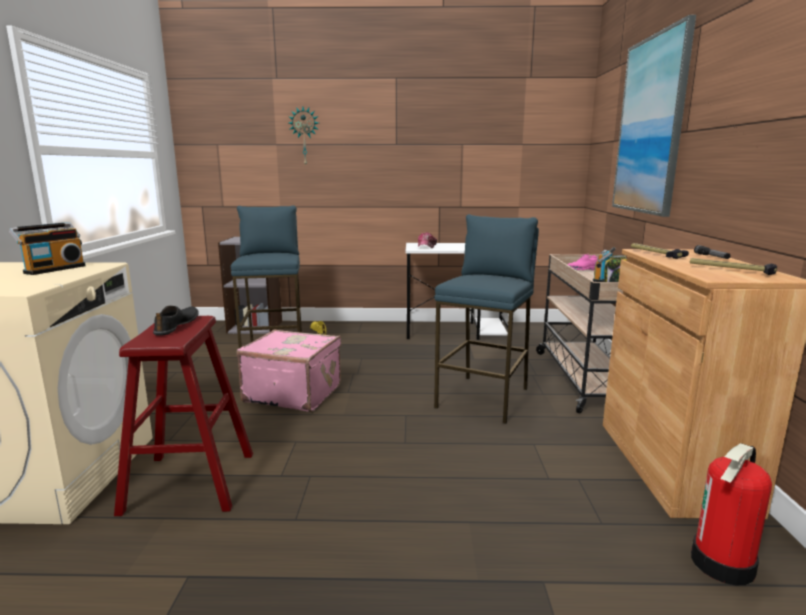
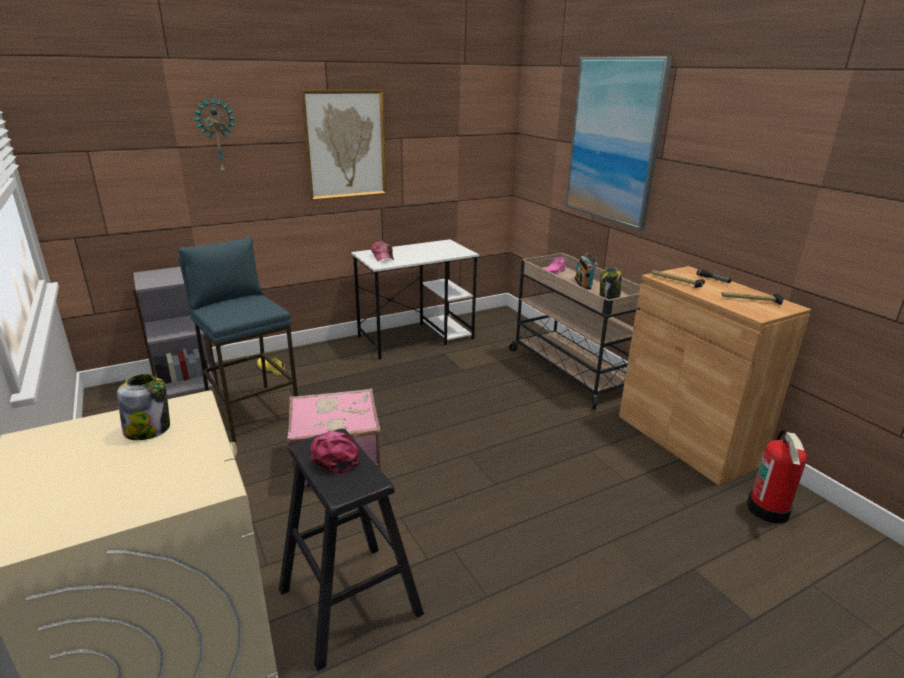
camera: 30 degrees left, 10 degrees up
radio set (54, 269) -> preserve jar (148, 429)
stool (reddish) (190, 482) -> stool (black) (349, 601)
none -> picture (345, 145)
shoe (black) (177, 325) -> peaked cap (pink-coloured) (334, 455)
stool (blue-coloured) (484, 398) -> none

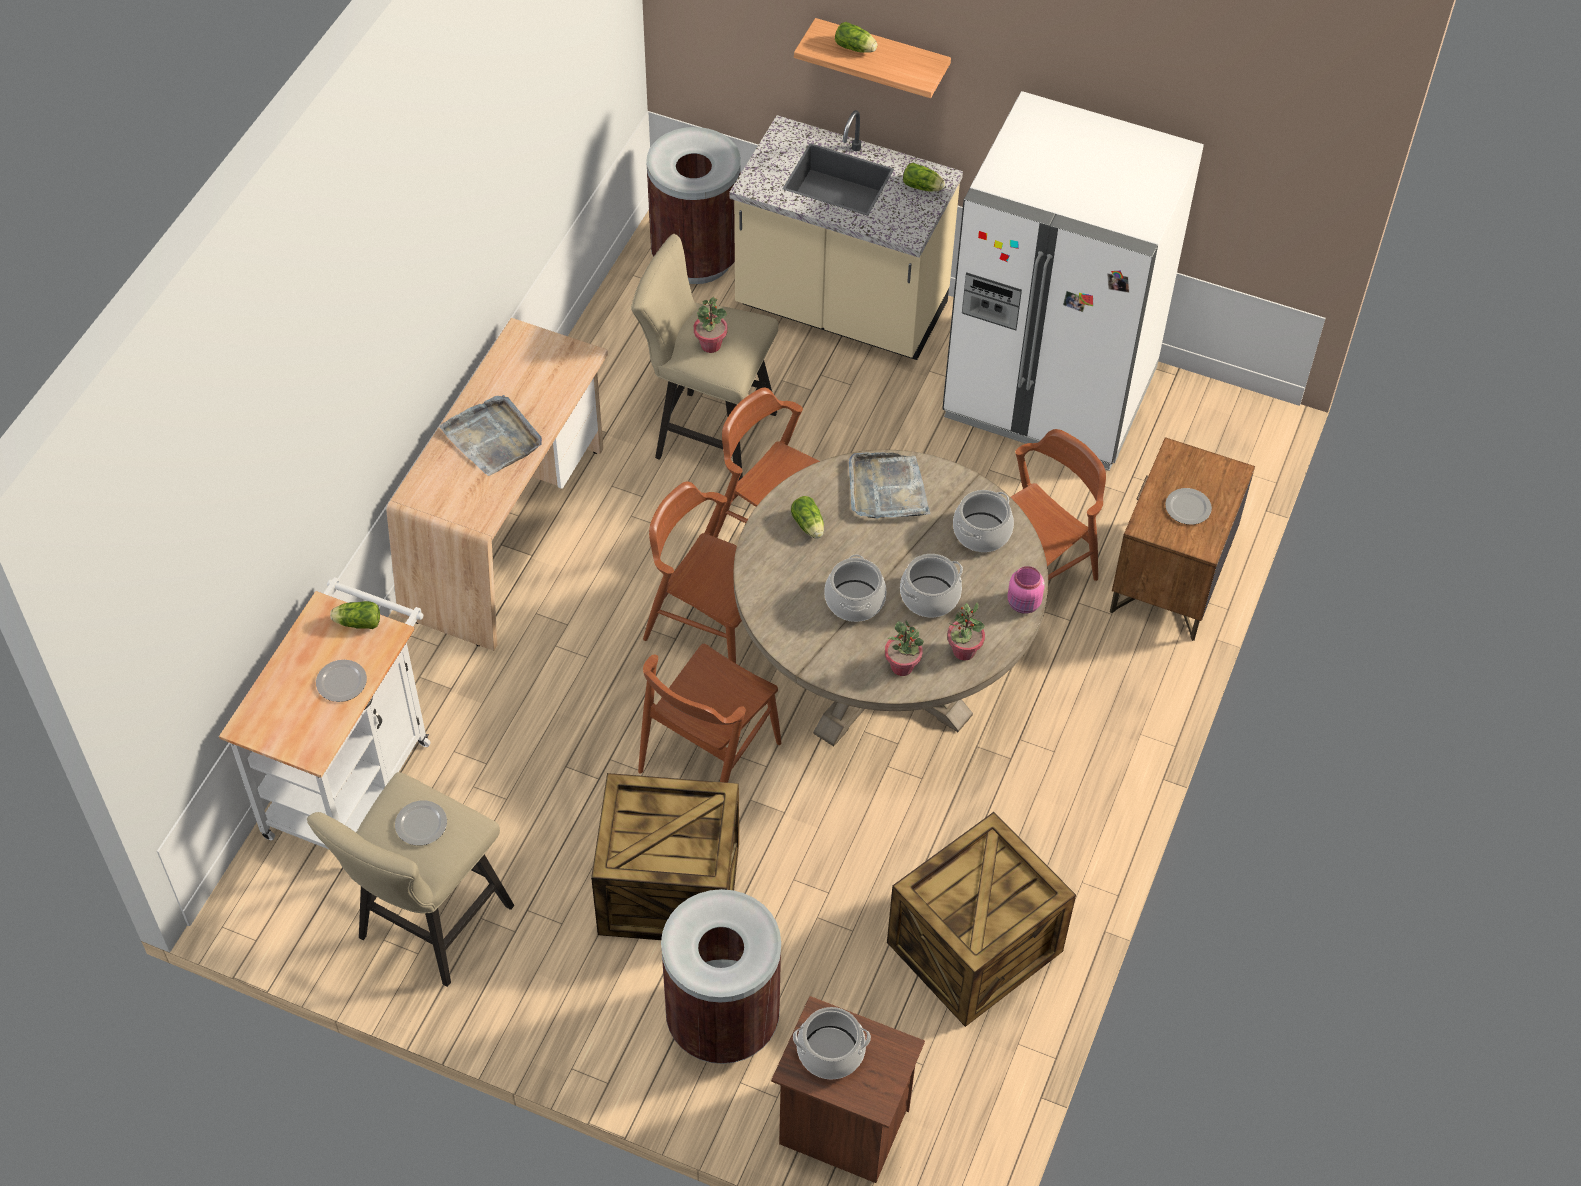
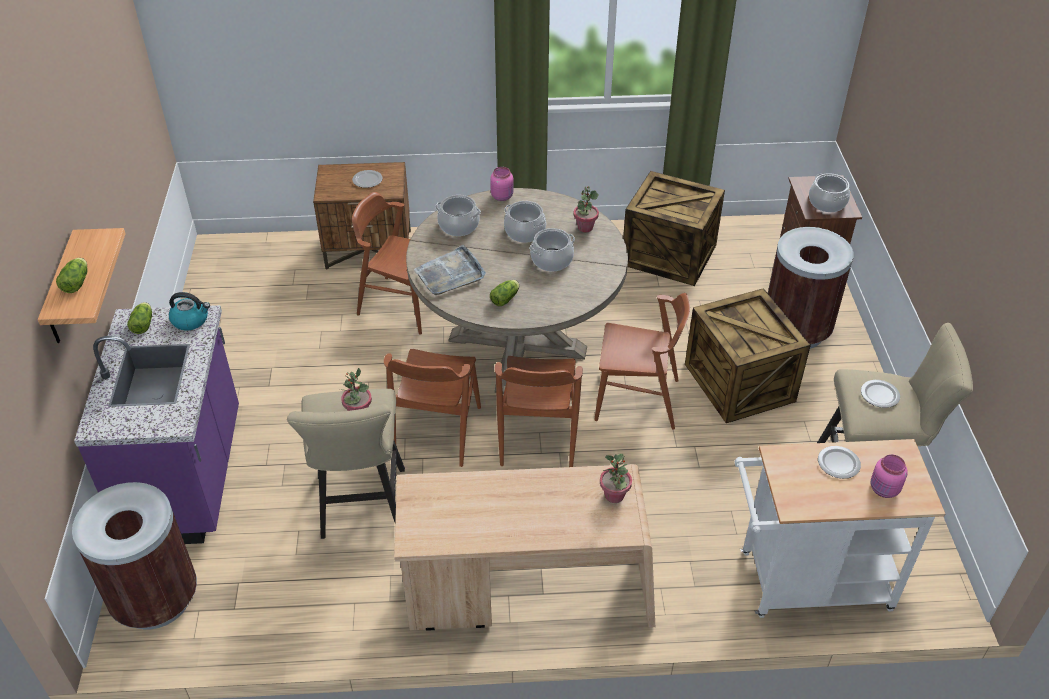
camera: 115 degrees left, 10 degrees down
counter (beige-coloured) (840, 310) -> counter (purplish) (188, 477)
none -> water kettle (191, 320)
potted plant (963, 651) -> potted plant (614, 495), moved
none -> preserve jar (pink-coloured) (884, 490)
lettuce (356, 622) -> none
carrying tray (greyish) (493, 438) -> none
kitchen fridge (white-coloured) (1050, 394) -> none

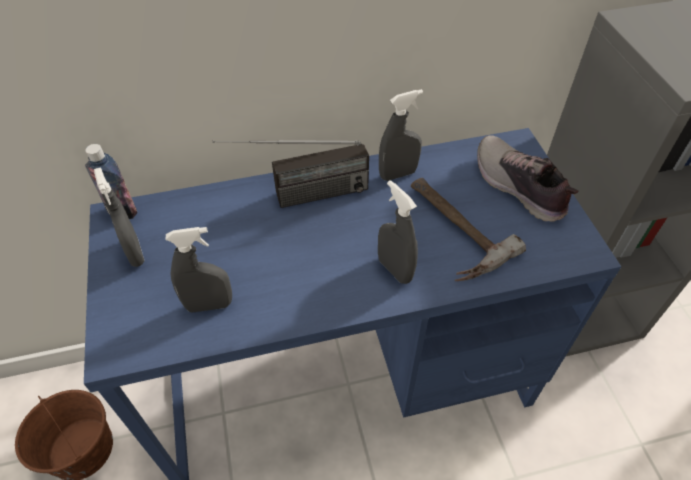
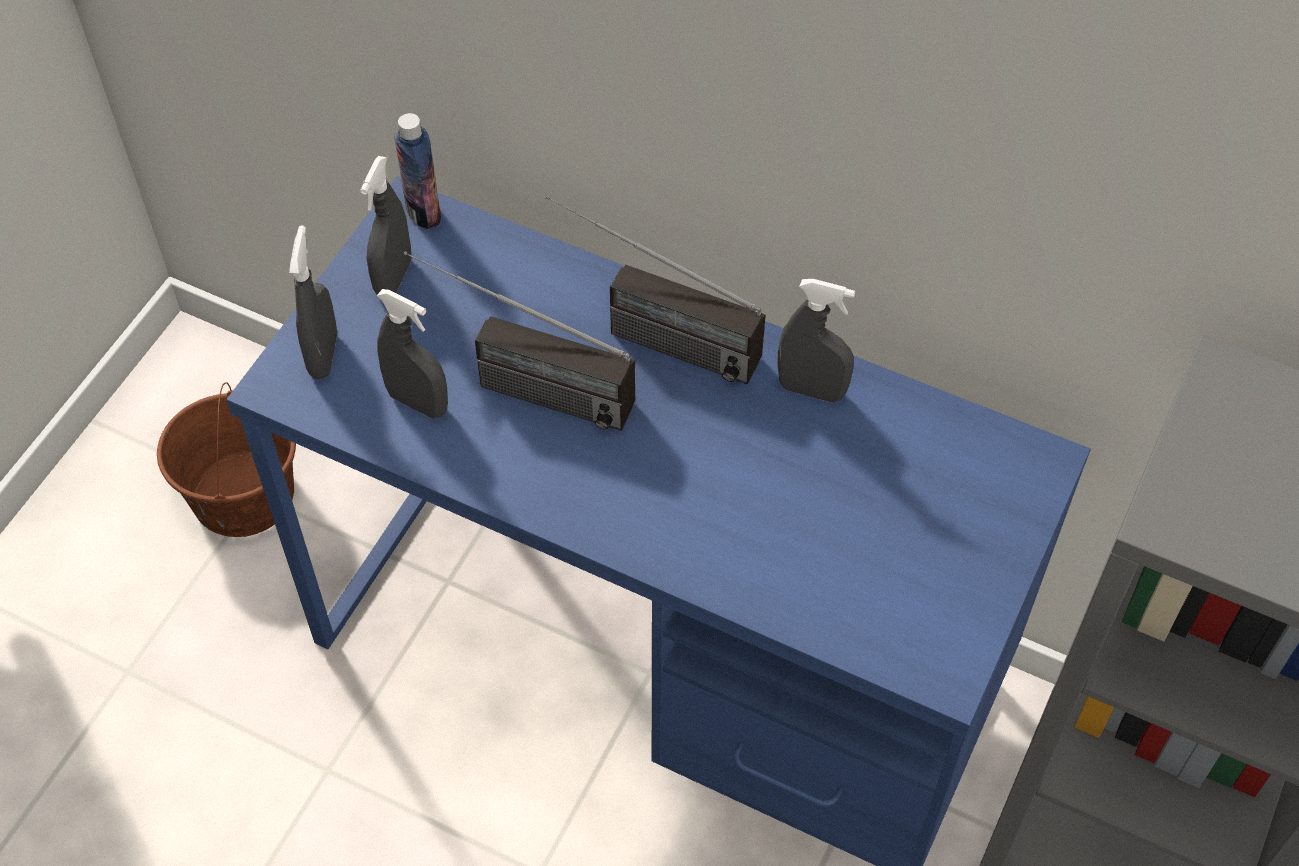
camera: 40 degrees right, 5 degrees up
hand sprayer (greyish) (394, 270) -> hand sprayer (greyish) (323, 355), moved
none -> radio set (517, 386)
hand hammer (449, 231) -> none
shoe (518, 188) -> none

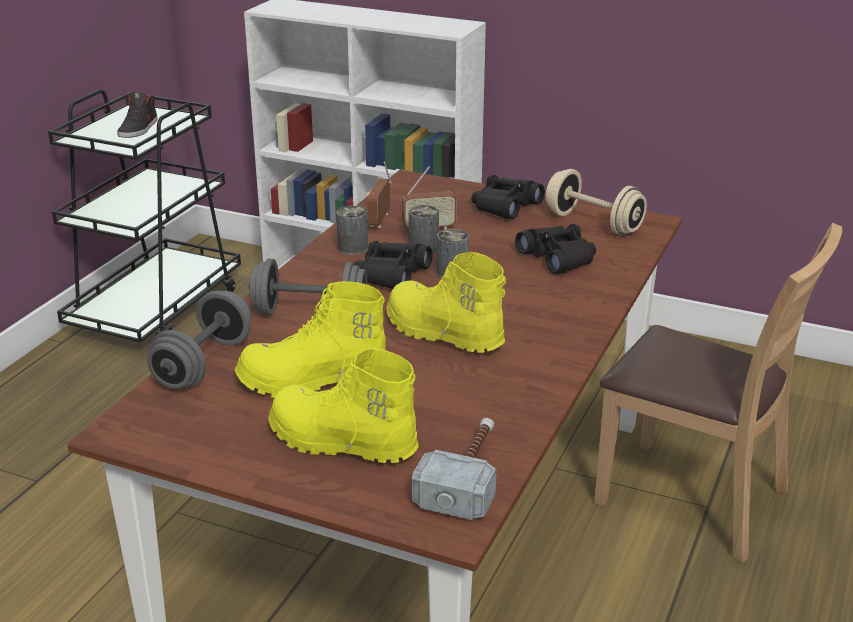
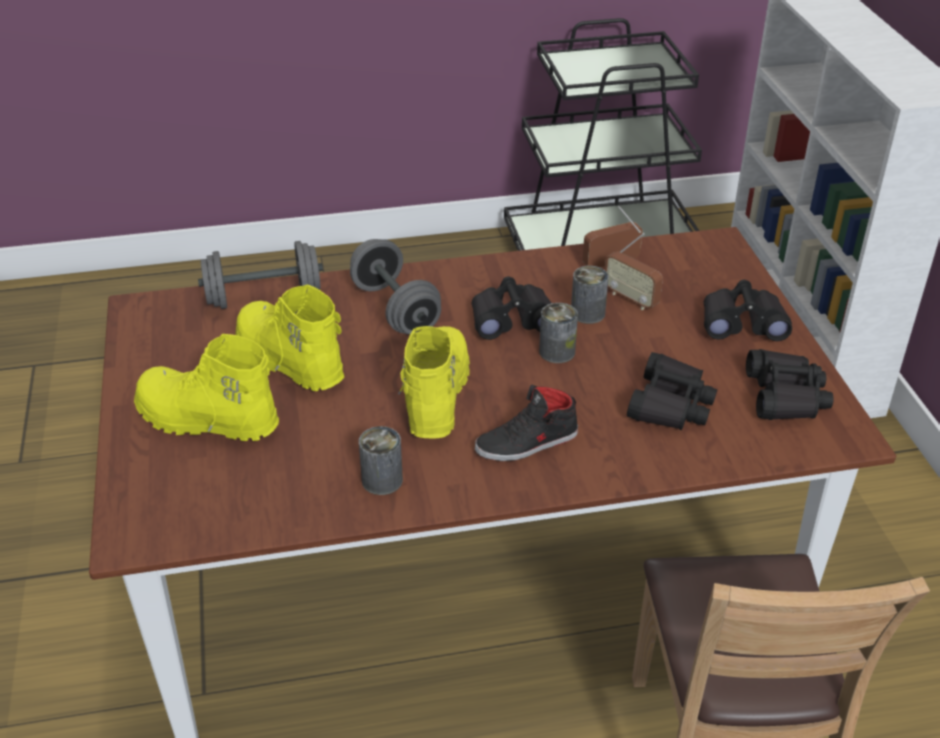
camera: 55 degrees right, 10 degrees up
tall boot (yellow-coloured) (341, 443) -> tall boot (yellow-coloured) (206, 421), 60 degrees counterclockwise
can (352, 248) -> can (382, 480), moved
shoe (black) (139, 129) -> shoe (black) (527, 443), moved
free weight (beige-coloured) (593, 223) -> field glasses (black) (785, 396)
hand hammer (467, 477) -> none

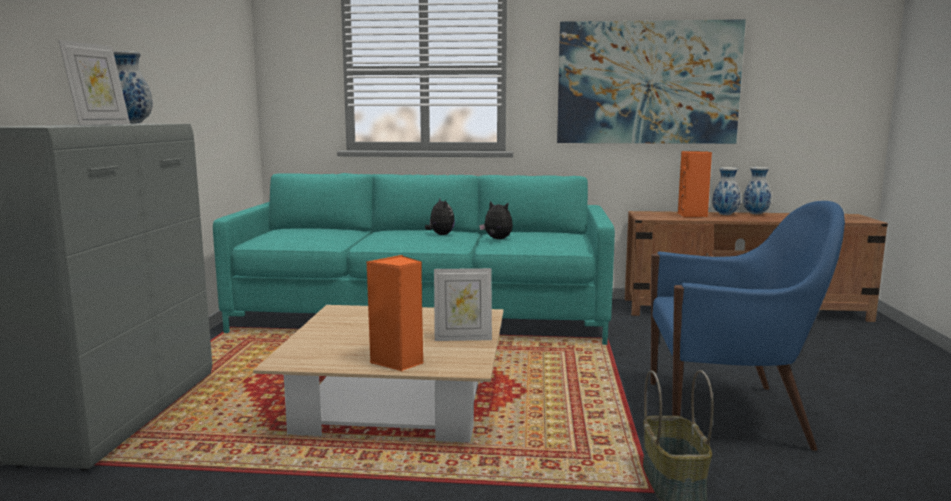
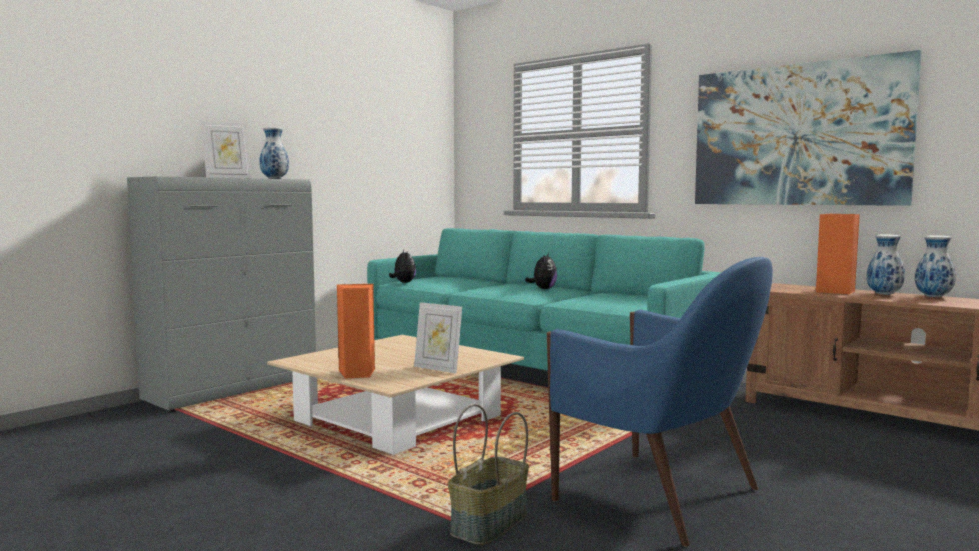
camera: 35 degrees right, 5 degrees down
plush toy (497, 239) -> plush toy (403, 282), moved

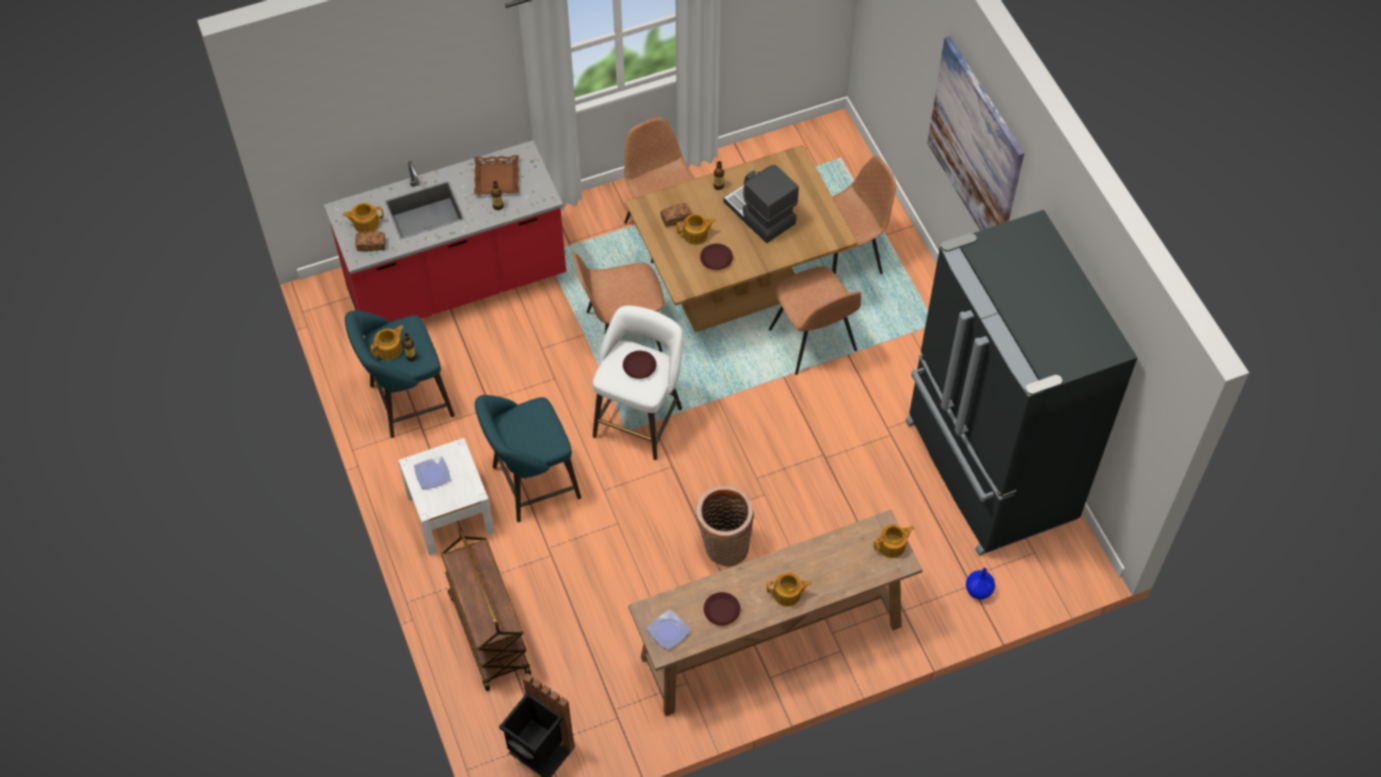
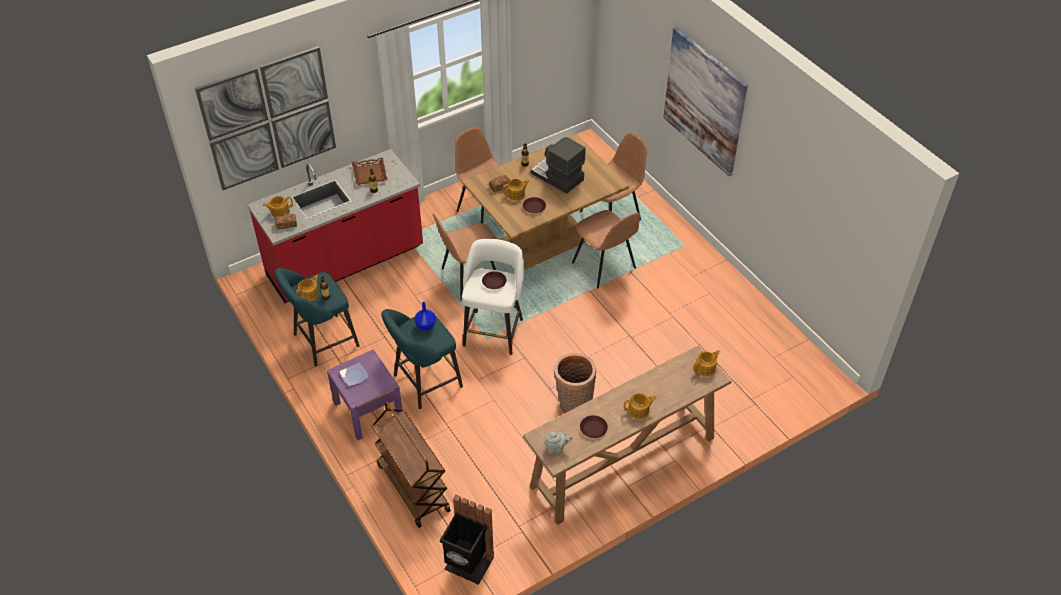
camera: 10 degrees left, 10 degrees down
none -> picture (269, 118)
bedside table (white-coloured) (450, 513) -> bedside table (purplish) (368, 410)
flower vase (blue-coloured) (979, 591) -> flower vase (blue-coloured) (426, 326), moved
flat dish (667, 631) -> pot for tea (greyish) (556, 448)
kitchen fridge (black) (987, 471) -> none

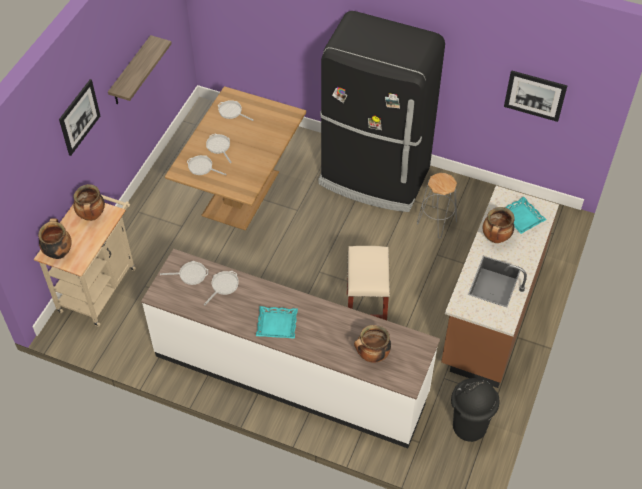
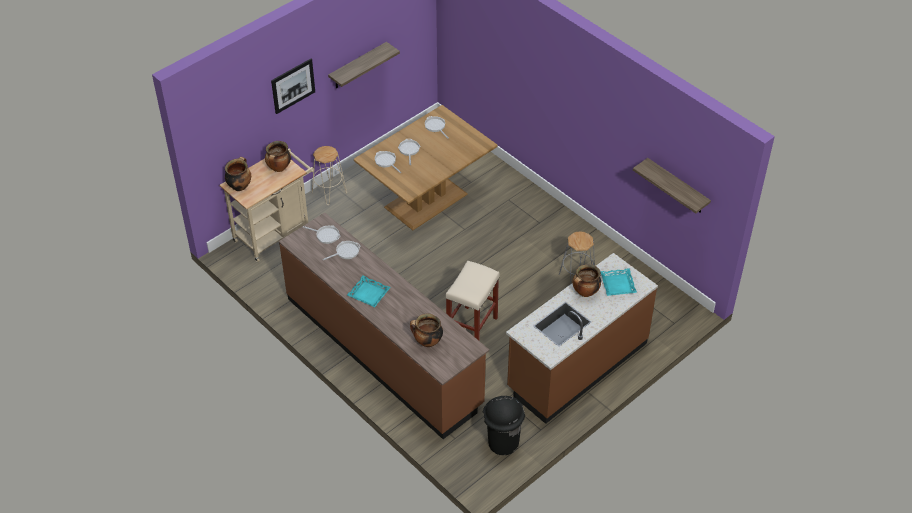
camera: 25 degrees right, 5 degrees down
counter (white-coloured) (291, 374) -> counter (brown) (383, 351)
none -> stool (beige-coloured) (329, 193)
picture (535, 95) -> shelf (677, 187)
kitchen fridge (black) (374, 177) -> none

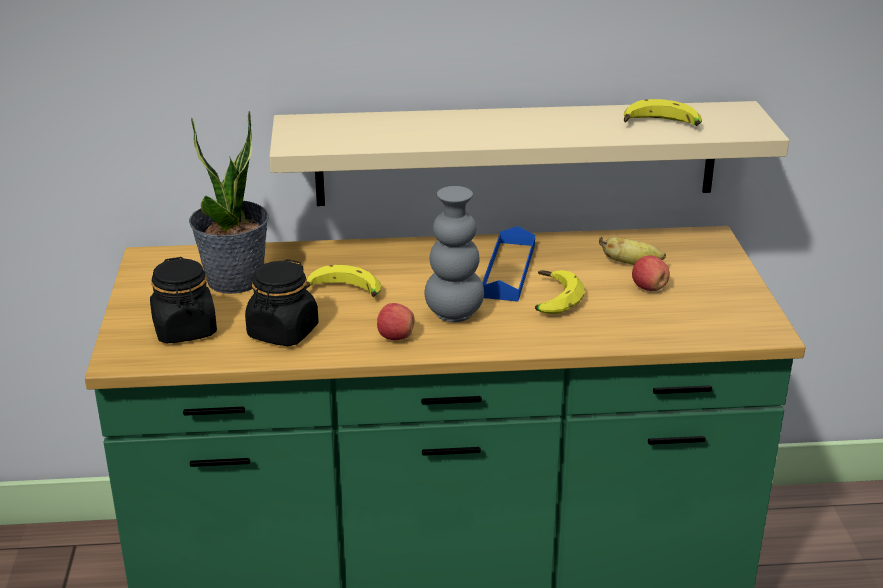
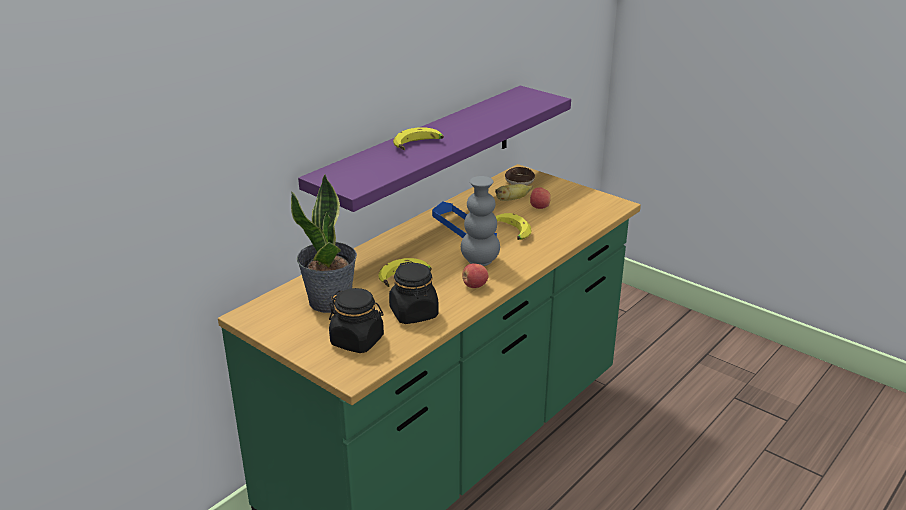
camera: 45 degrees left, 0 degrees up
shelf (beige-coloured) (517, 153) -> shelf (purplish) (423, 156)
banana (661, 126) -> banana (418, 146), moved
none -> doughnut (519, 181)

